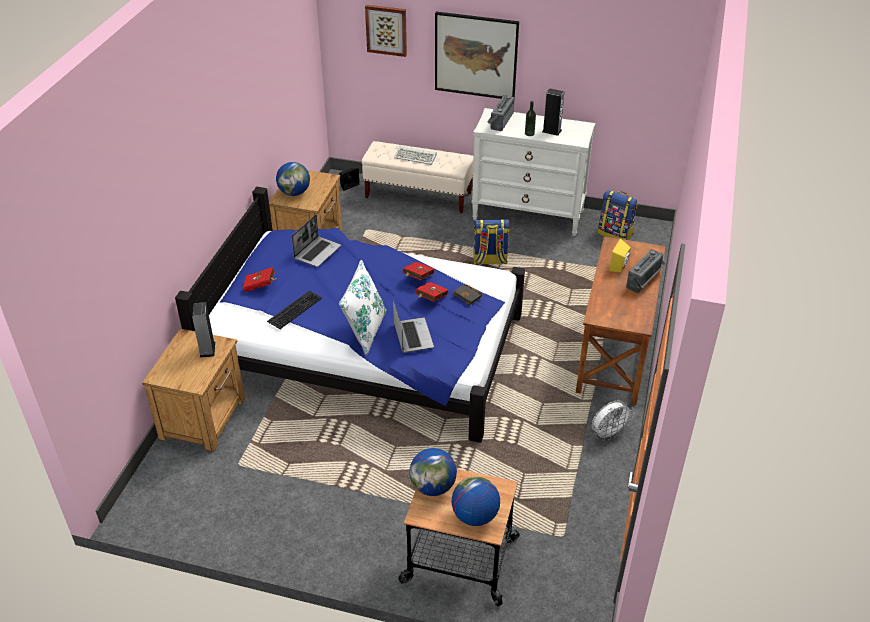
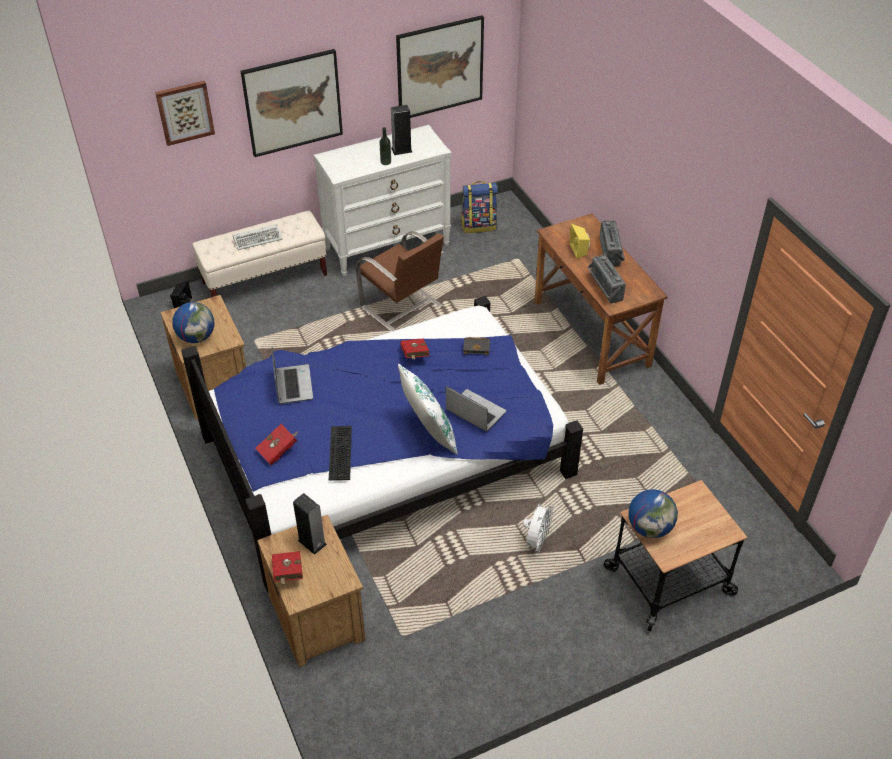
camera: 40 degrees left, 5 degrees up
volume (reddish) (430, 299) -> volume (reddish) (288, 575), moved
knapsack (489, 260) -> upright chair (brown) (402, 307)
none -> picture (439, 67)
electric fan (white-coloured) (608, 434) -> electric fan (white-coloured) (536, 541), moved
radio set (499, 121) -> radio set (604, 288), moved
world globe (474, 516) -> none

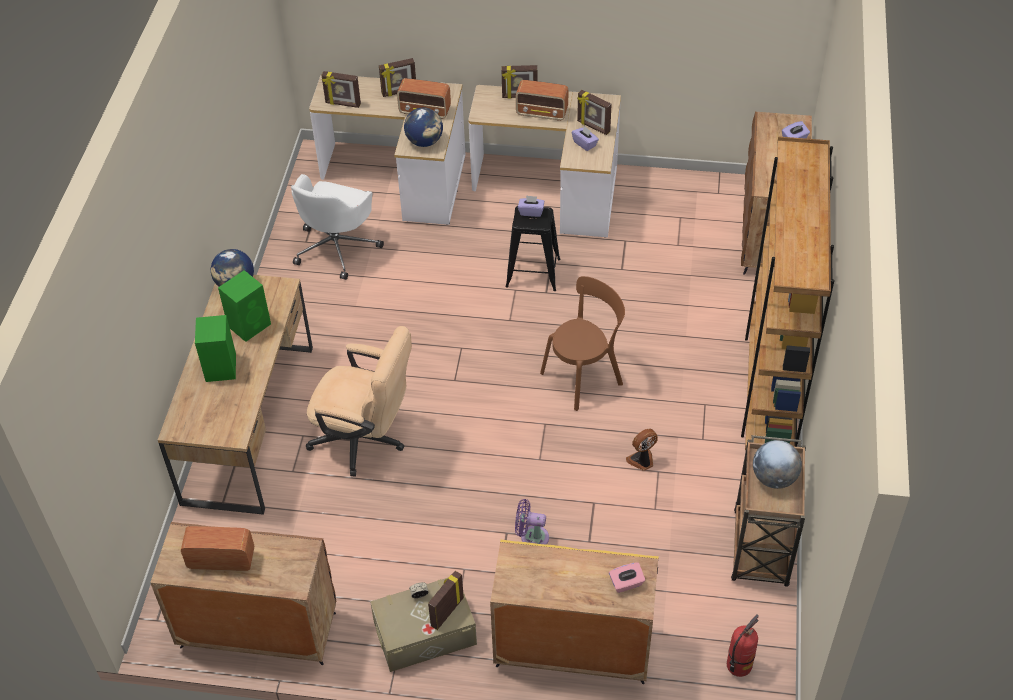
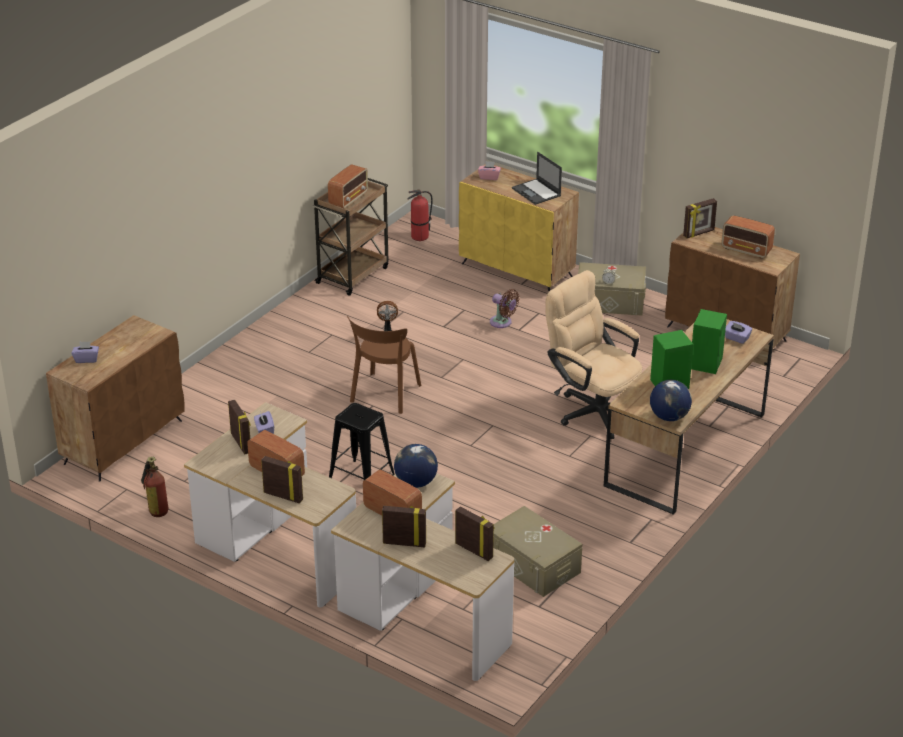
camera: 155 degrees left, 15 degrees down
none -> fire extinguisher (156, 508)
world globe (774, 478) -> radio set (349, 199)
upright chair (brown) (584, 376) -> upright chair (brown) (384, 395), 60 degrees counterclockwise
electric fan (purplish) (531, 537) -> electric fan (brown) (502, 323)
office chair (white-coloured) (337, 247) -> storage box (beige-coloured) (533, 565)
none -> notebook computer (537, 192)
standing frame (446, 611) -> standing frame (699, 233), moved
tissue holder (purplish) (531, 212) -> tissue holder (purplish) (736, 338), moved
shelving unit (brown) (769, 389) -> none

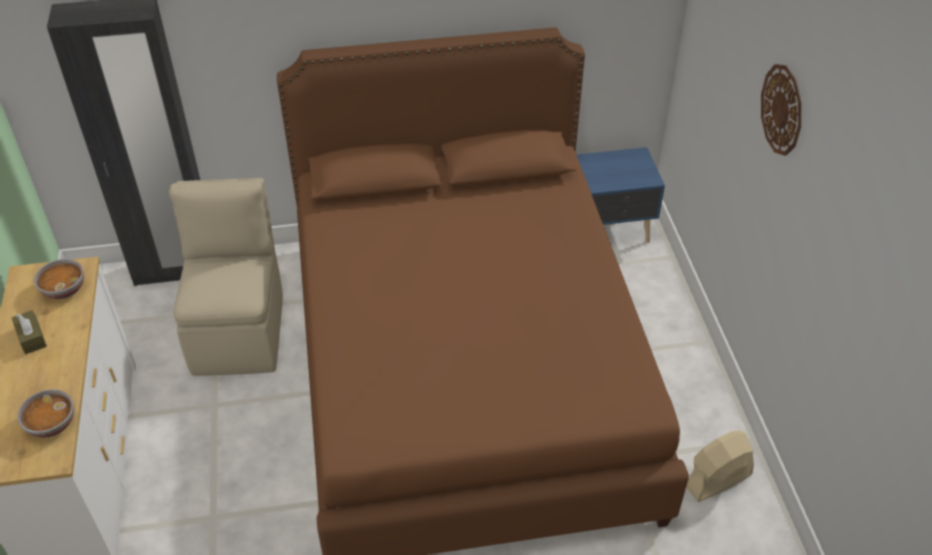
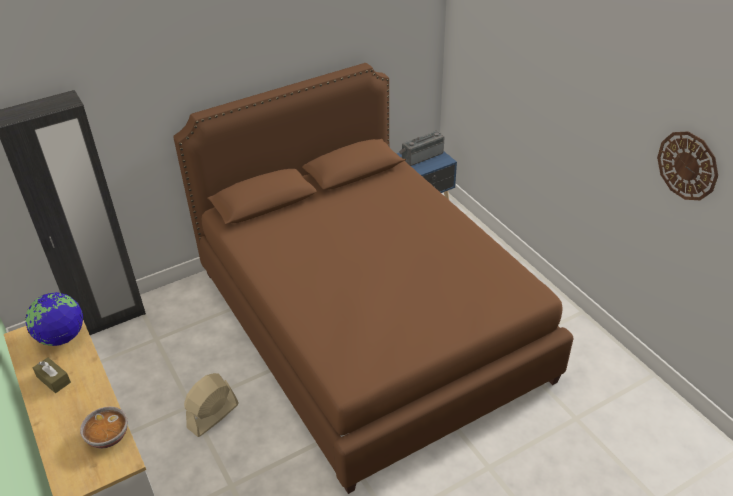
camera: 20 degrees left, 5 degrees down
bowl (64, 289) -> world globe (61, 337)
electric fan (beige-coloured) (717, 480) -> electric fan (beige-coloured) (213, 416), moved
none -> radio set (421, 156)
hanging clock (782, 109) -> hanging clock (687, 165), moved
upright chair (beige-coloured) (239, 331) -> none

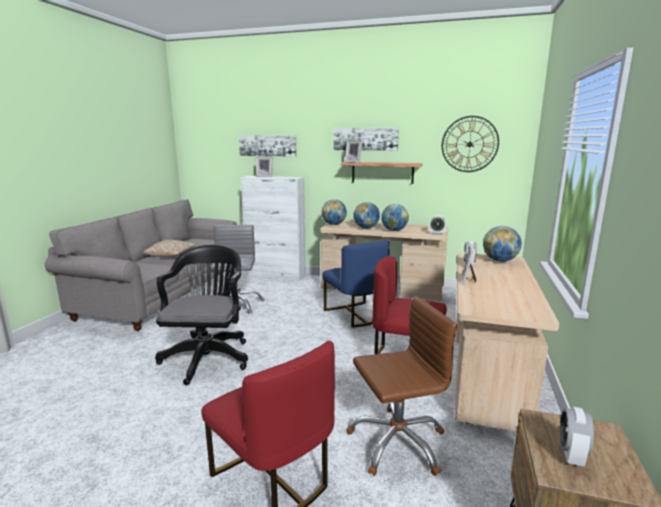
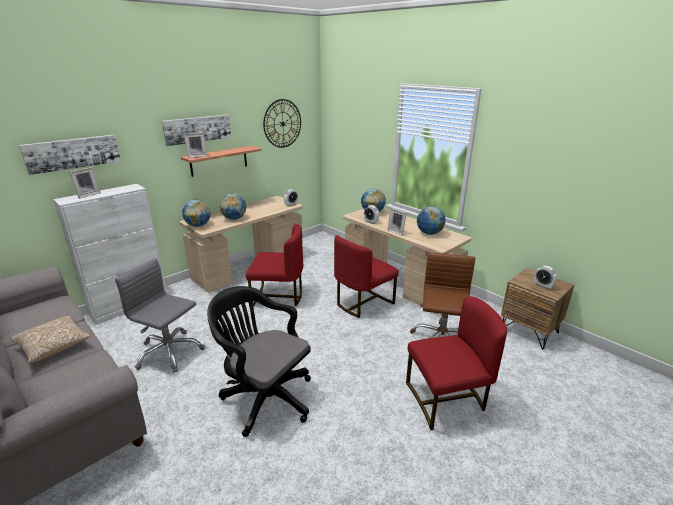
camera: 60 degrees left, 10 degrees up
upright chair (blue-coloured) (355, 315) -> upright chair (reddish) (278, 296)
world globe (394, 230) -> world globe (429, 233), moved

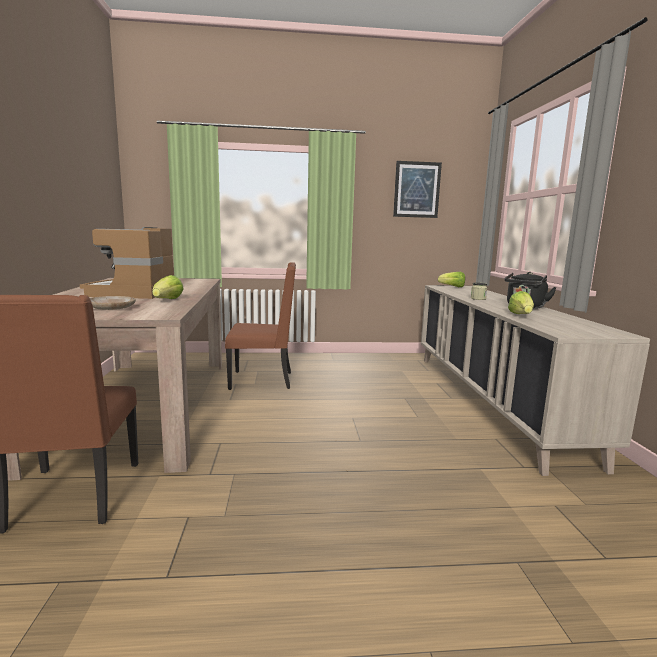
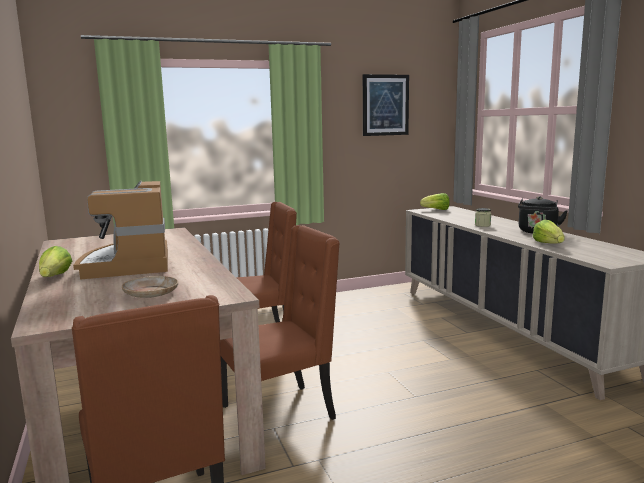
camera: 15 degrees left, 0 degrees up
lettuce (168, 300) -> lettuce (55, 277), moved
none -> upright chair (brown) (280, 413)

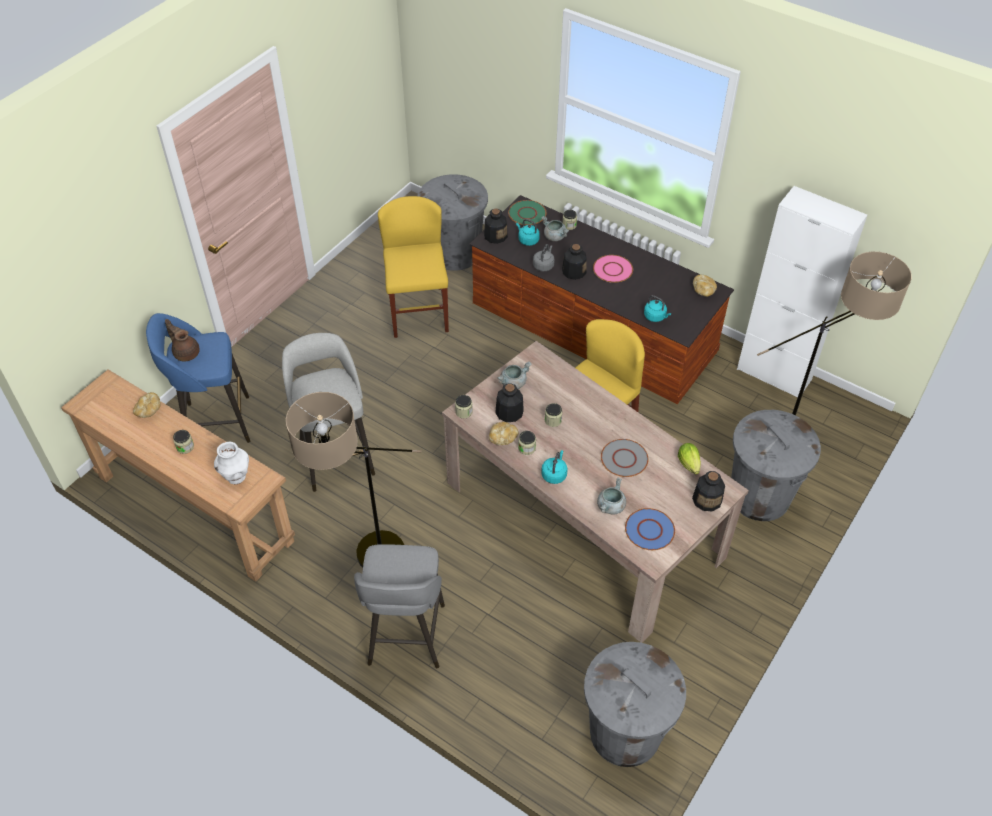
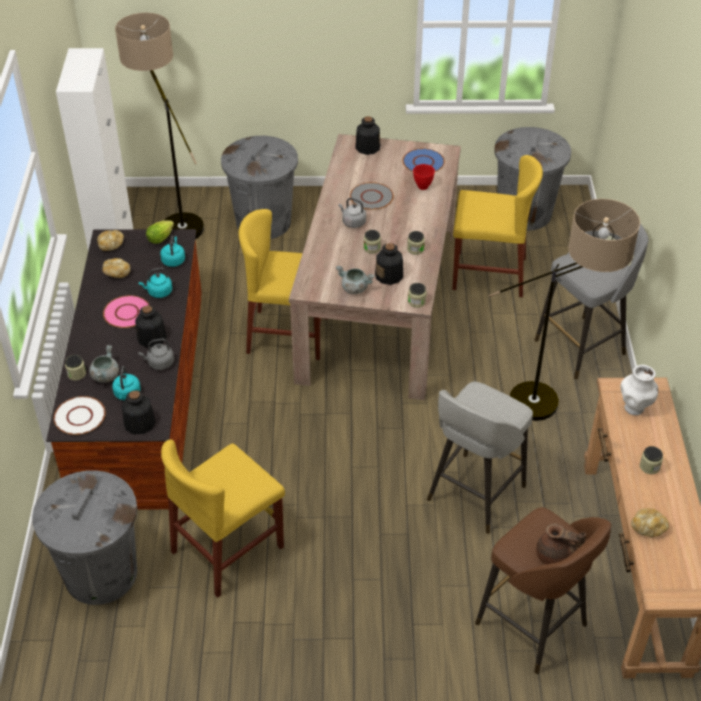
camera: 125 degrees left, 5 degrees down
flat dish (greenish) (527, 213) -> flat dish (white-coloured) (80, 417)
bread (503, 438) -> bread (116, 273), moved
water kettle (turquoise-coloured) (554, 474) -> water kettle (turquoise-coloured) (158, 292), moved
lettuce (689, 466) -> lettuce (162, 237), moved
none -> water kettle (greyish) (353, 222)
cooking pot (greyish) (611, 507) -> bowl (reddish) (423, 186)
none -> upright chair (yellow-coloured) (489, 273)
stool (blue-coloured) (215, 423) -> stool (brown) (533, 626)
pot for tea (brown) (186, 352) -> pot for tea (brown) (555, 556), 75 degrees counterclockwise

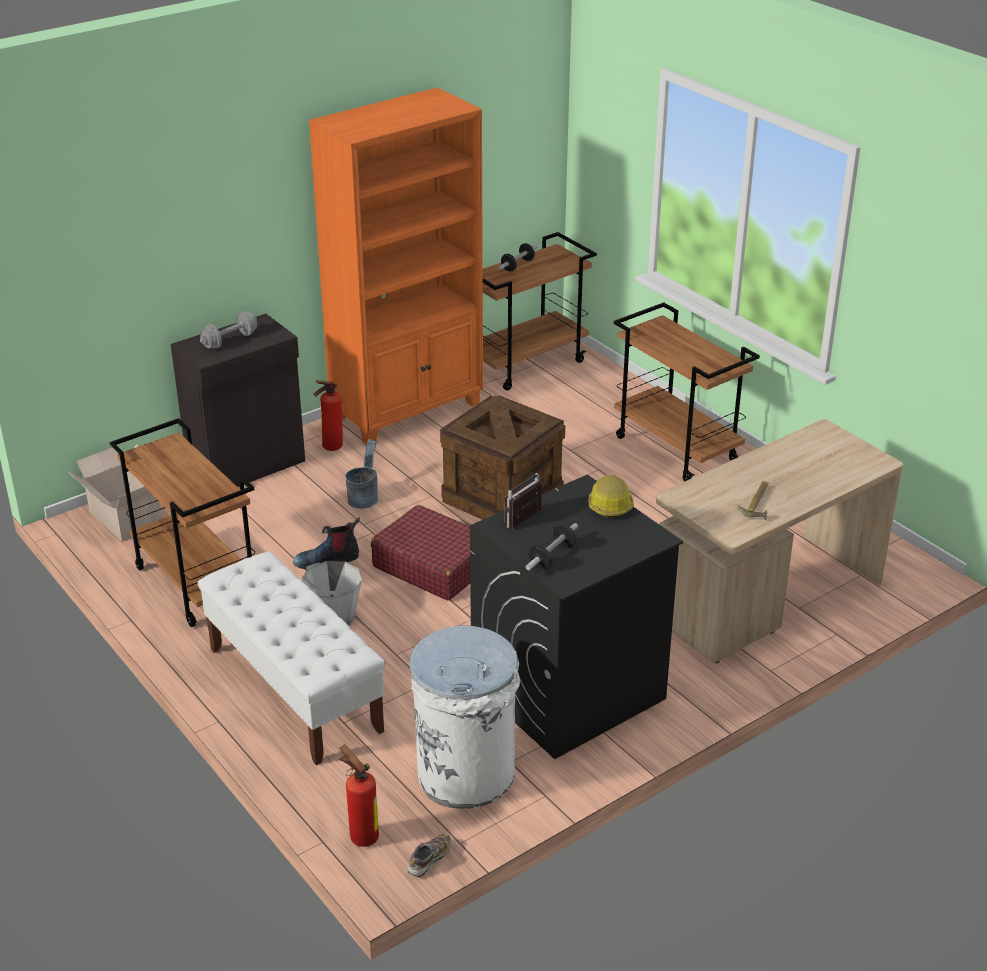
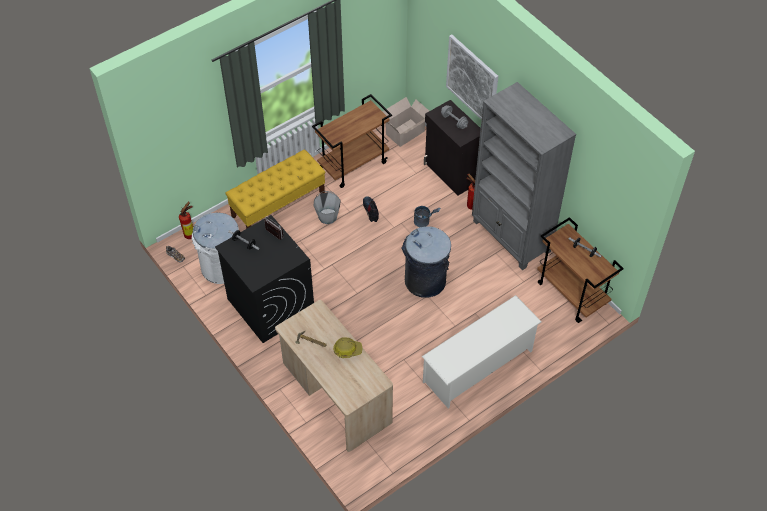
camera: 90 degrees right, 20 degrees up
bench (white-coloured) (294, 689) -> bench (yellow-coloured) (278, 206)
work helmet (609, 504) -> work helmet (347, 350), moved
crate (503, 498) -> trash can (greyish) (425, 281)
trolley (brown) (677, 449) -> shoe shelf (white-coloured) (478, 366)
none -> picture (472, 80)
shelving unit (orange-coloured) (408, 411) -> shelving unit (greyish) (511, 237)
travel case (reddish) (433, 565) -> none

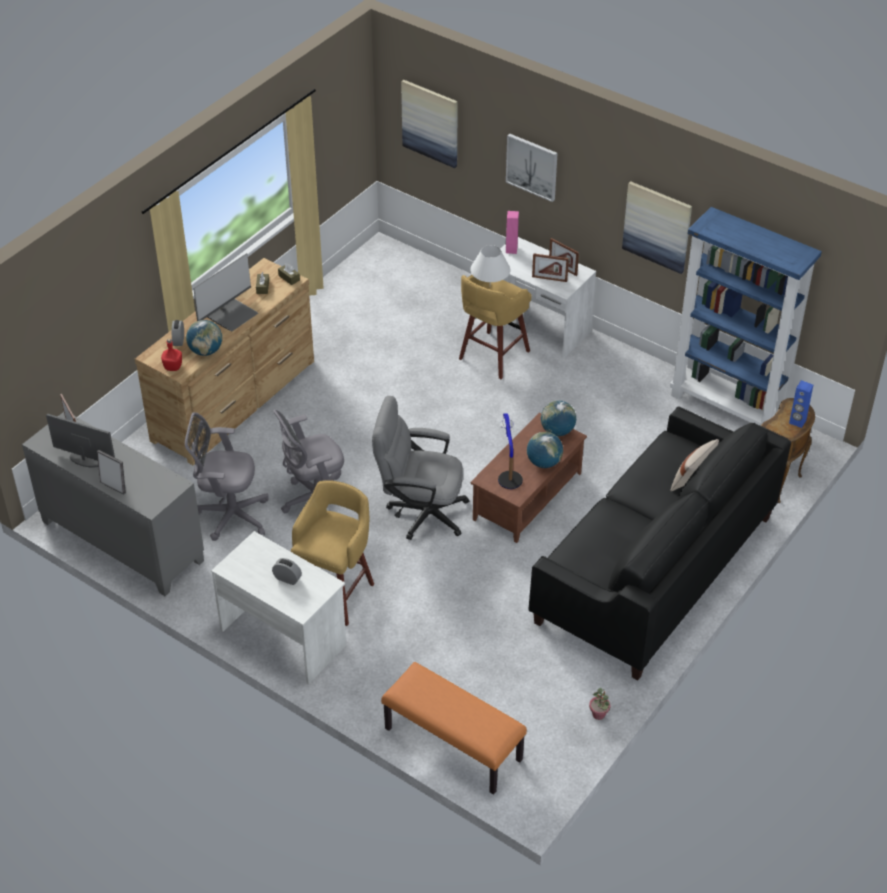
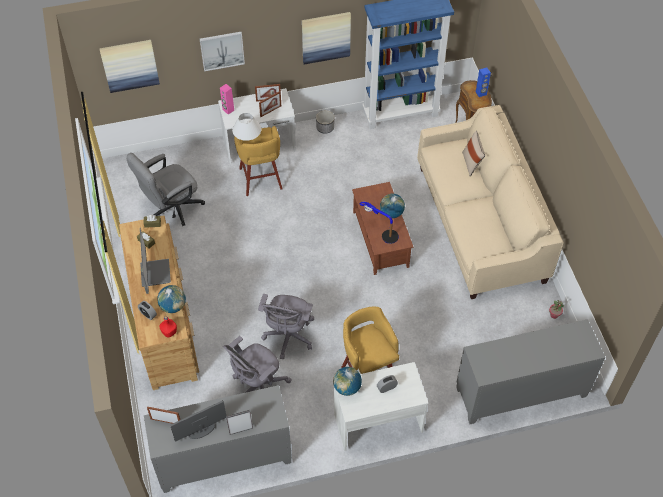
camera: 50 degrees left, 10 degrees up
office chair (greyish) (420, 512) -> office chair (greyish) (171, 208), moved
none -> flower pot (325, 128)
world globe (557, 431) -> world globe (347, 387), moved
couch (black) (654, 568) -> couch (beige-coloured) (480, 223)
bench (orange-coloured) (452, 744) -> cabinet (greyish) (521, 392)

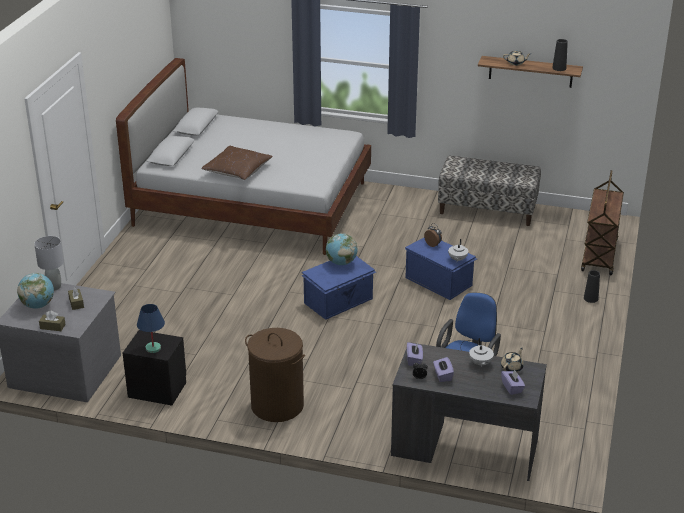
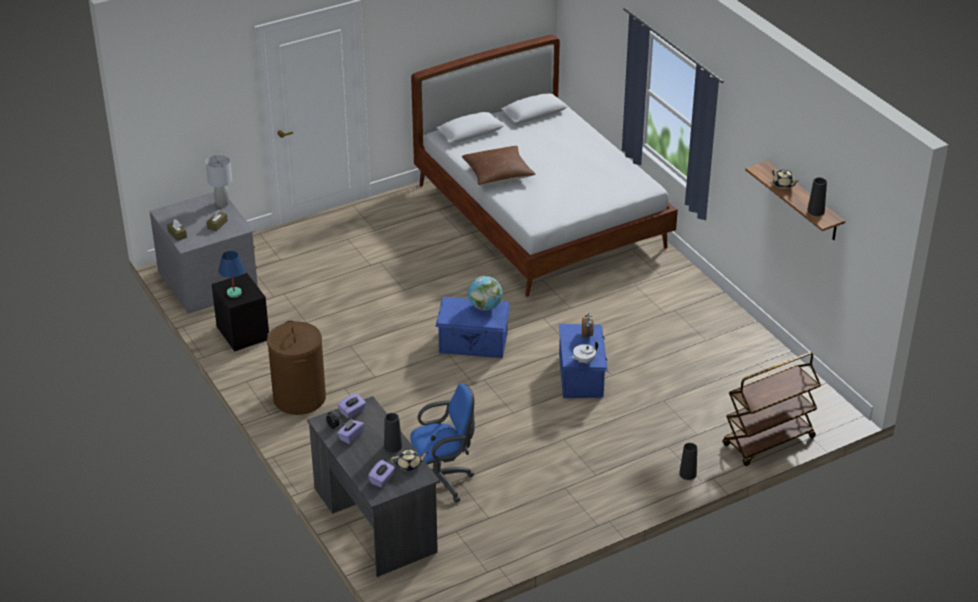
camera: 45 degrees right, 5 degrees up
pot for tea (white-coloured) (480, 363) -> flower vase (black) (393, 446)
world globe (38, 305) -> none
bench (487, 210) -> none

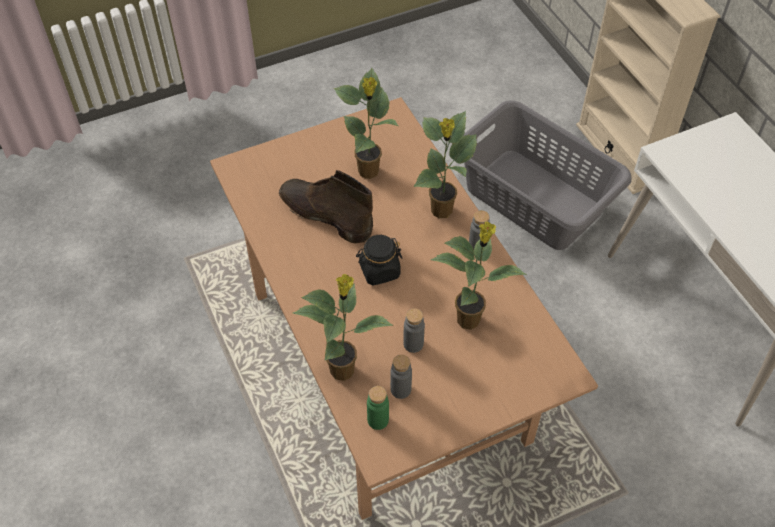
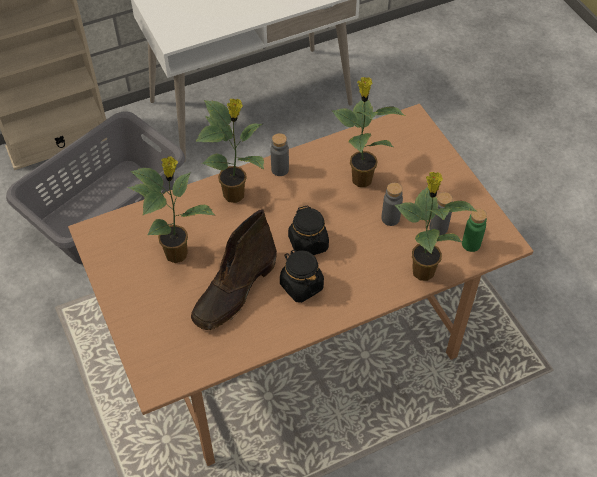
camera: 90 degrees left, 0 degrees up
none -> preserve jar (black) (301, 286)

